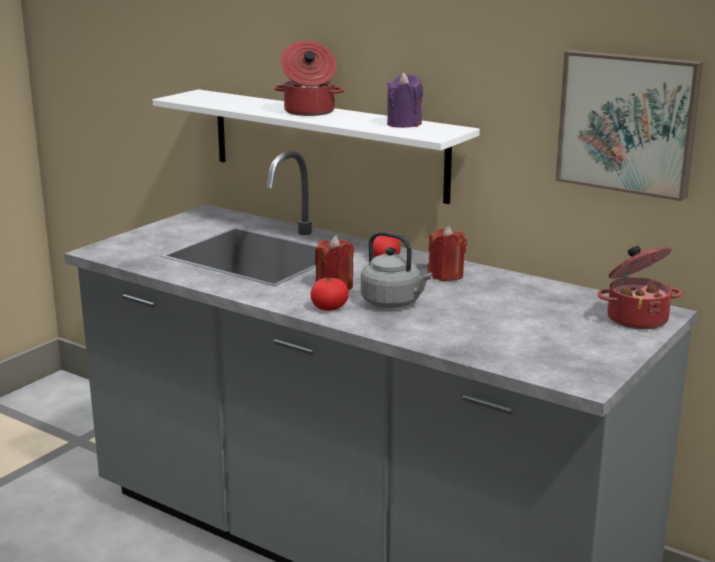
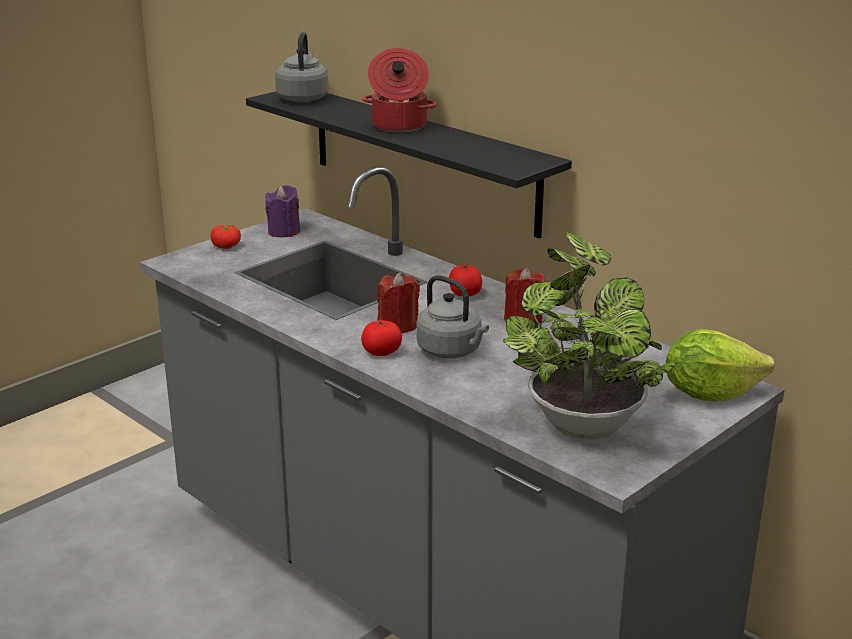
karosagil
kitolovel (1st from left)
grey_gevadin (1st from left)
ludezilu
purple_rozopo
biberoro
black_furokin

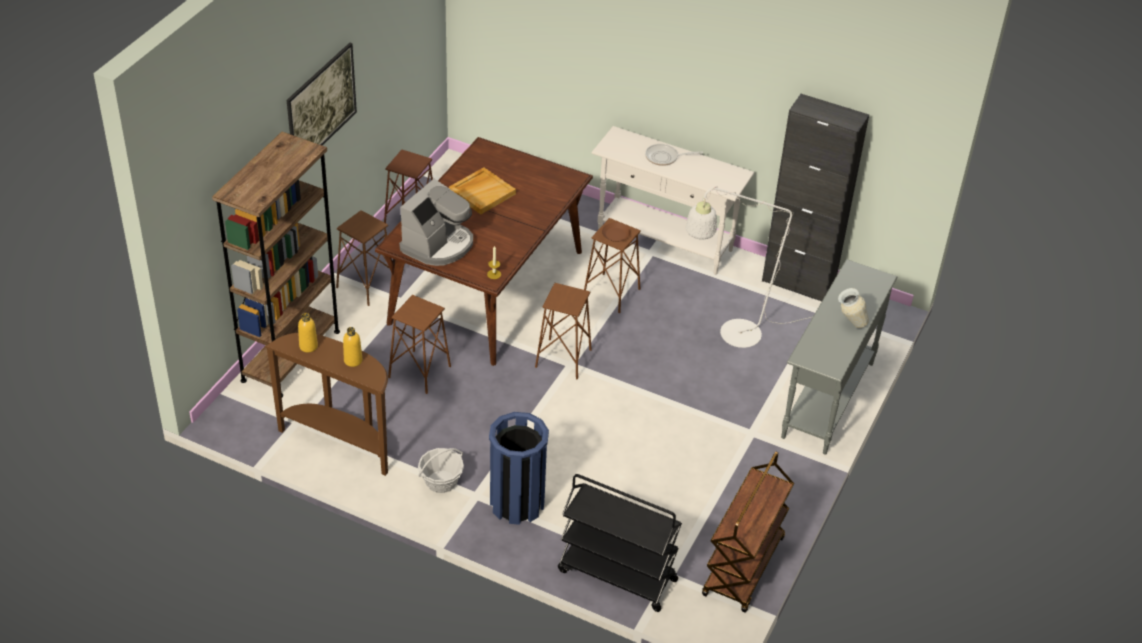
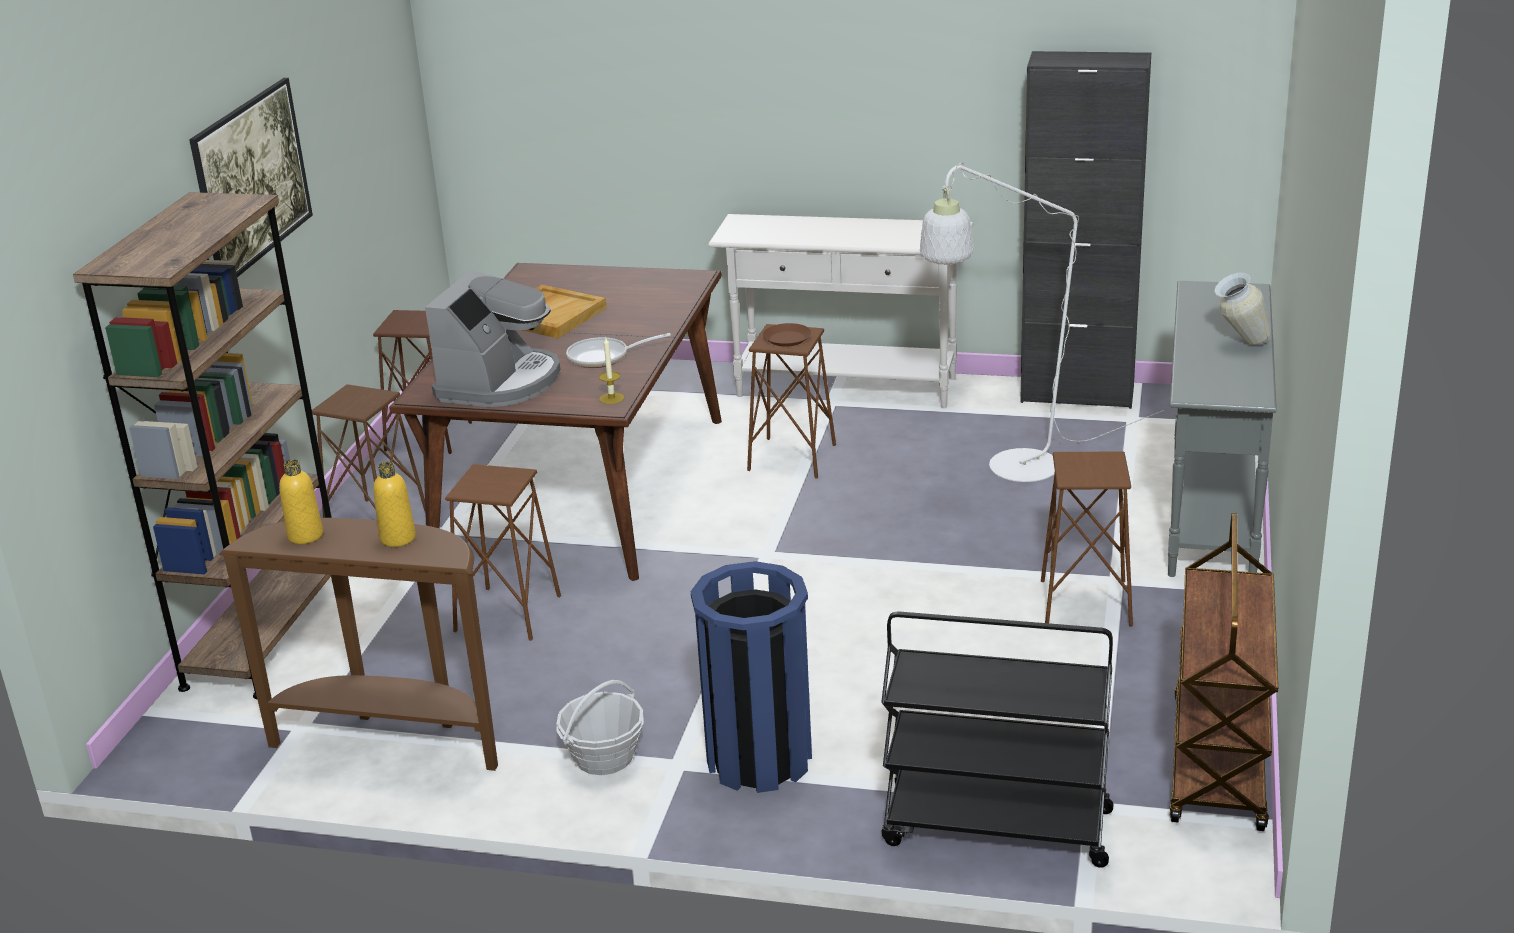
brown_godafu (5th from left)
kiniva

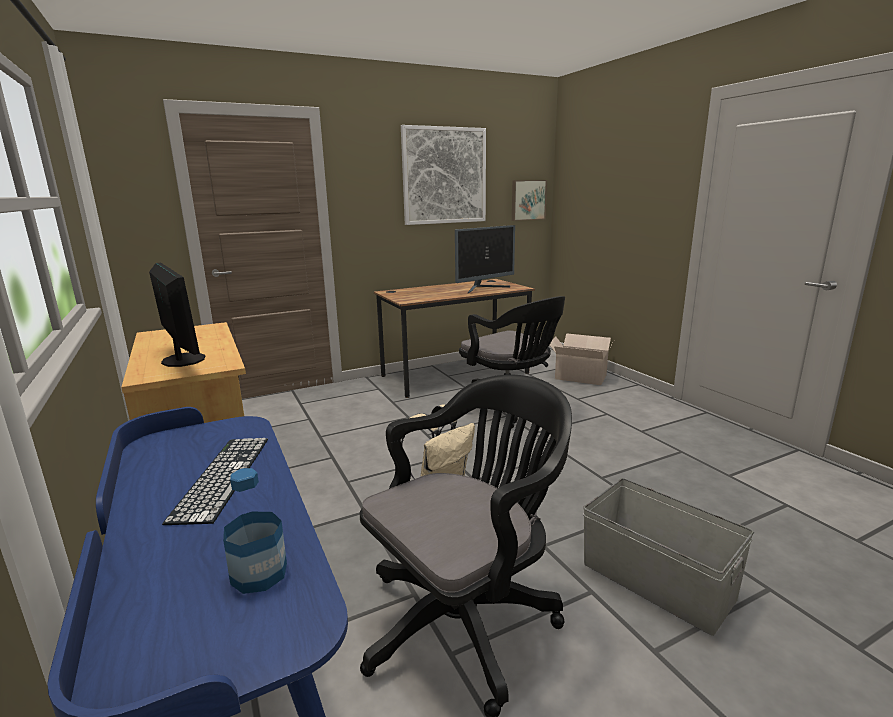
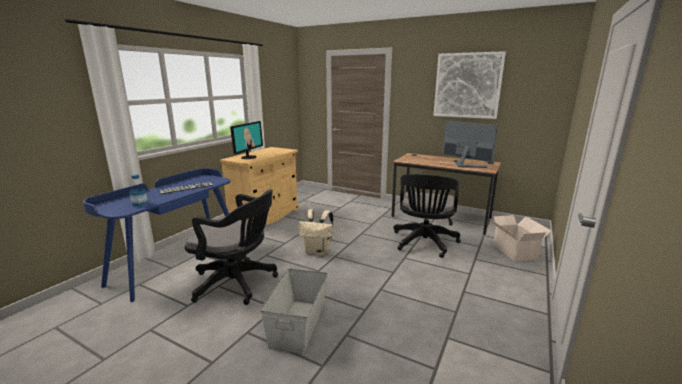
karosagil (2nd from left in the first image)
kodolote (2nd from left)

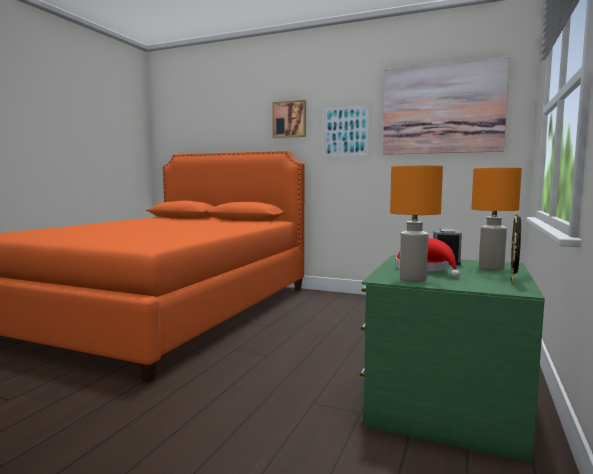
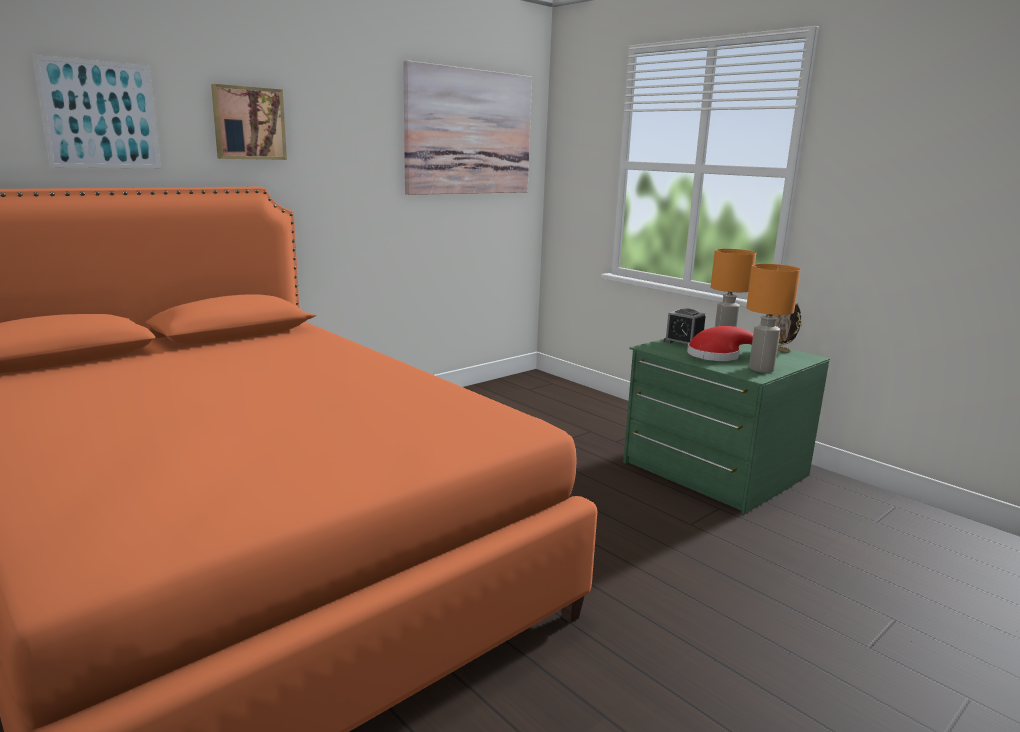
karosagil (1st from left)

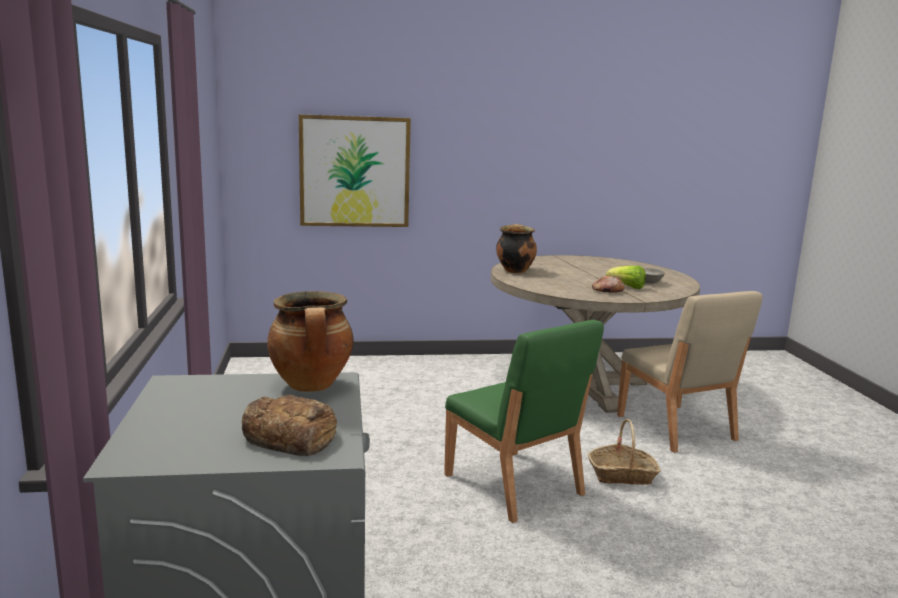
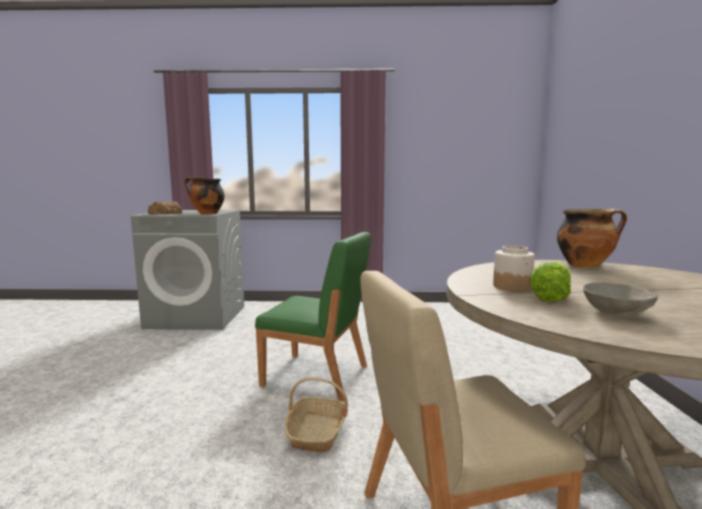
karosagil
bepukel
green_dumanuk

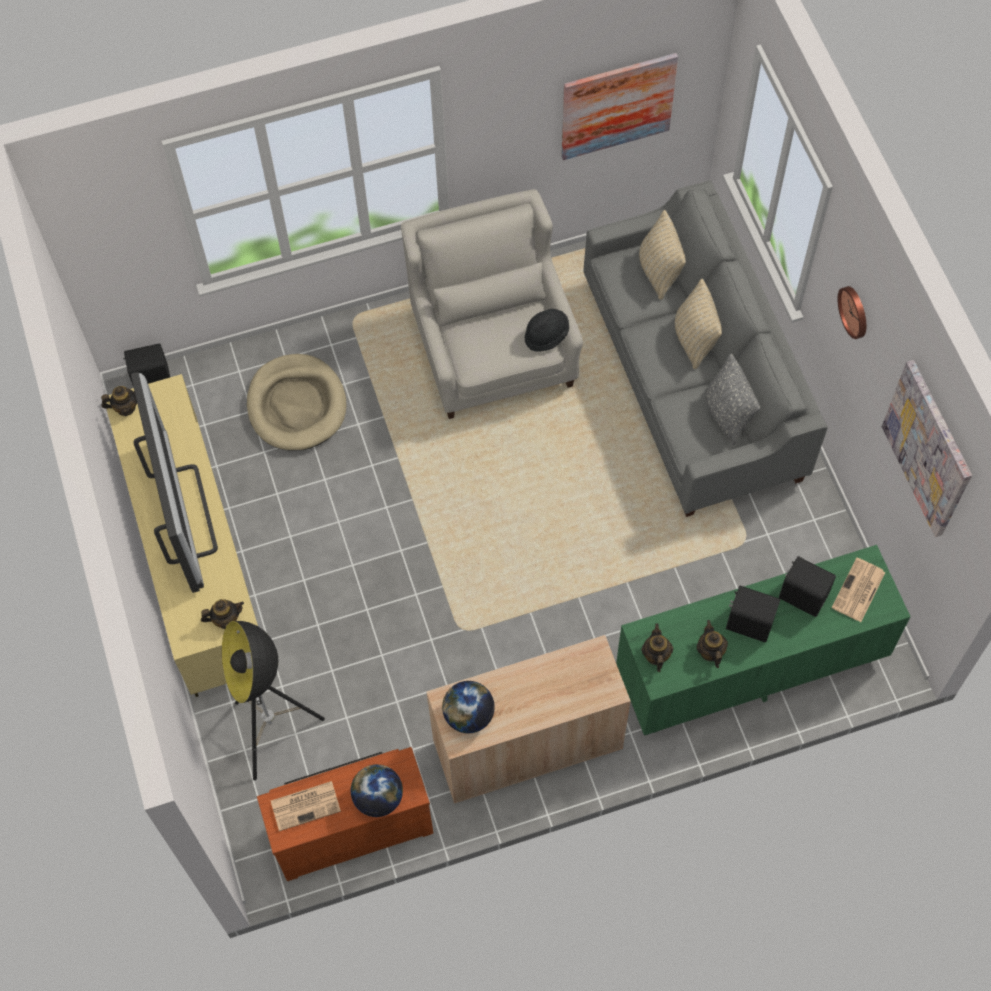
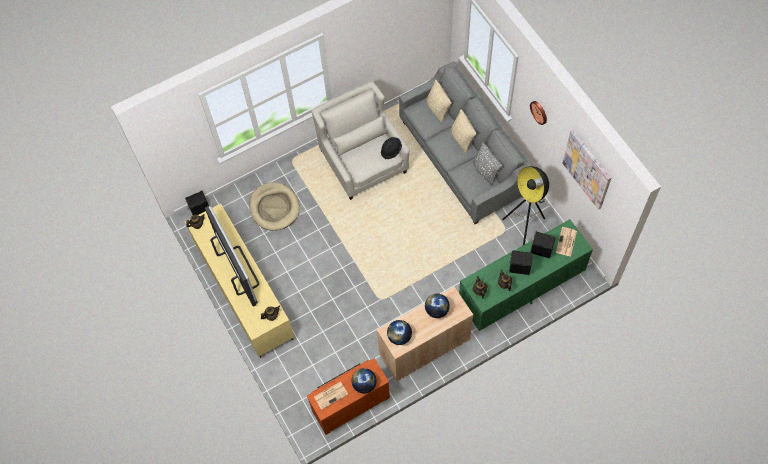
karosagil (1st from left in the first image)
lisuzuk (3rd from left)
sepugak

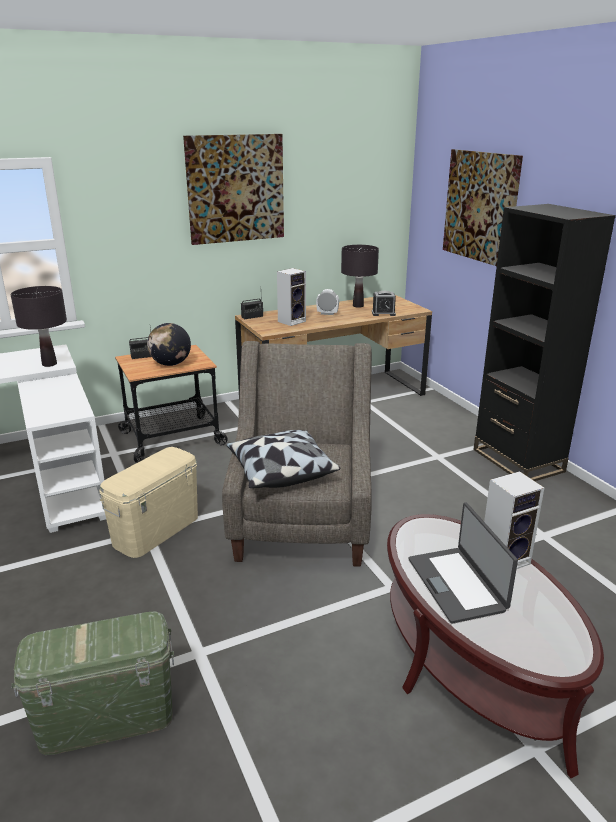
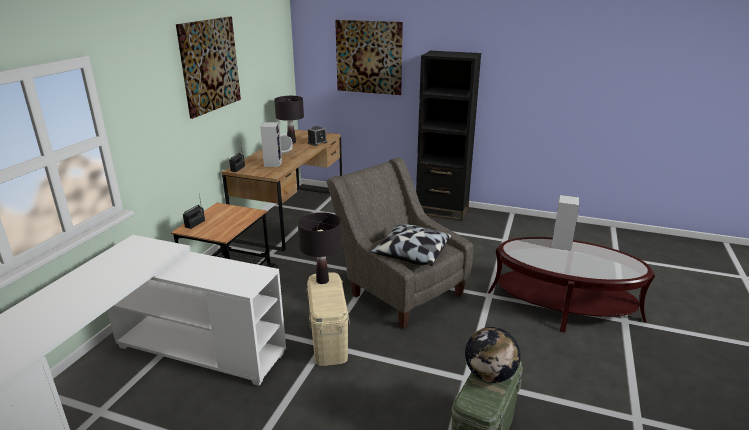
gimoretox
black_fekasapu (2nd from left)
lisuzuk

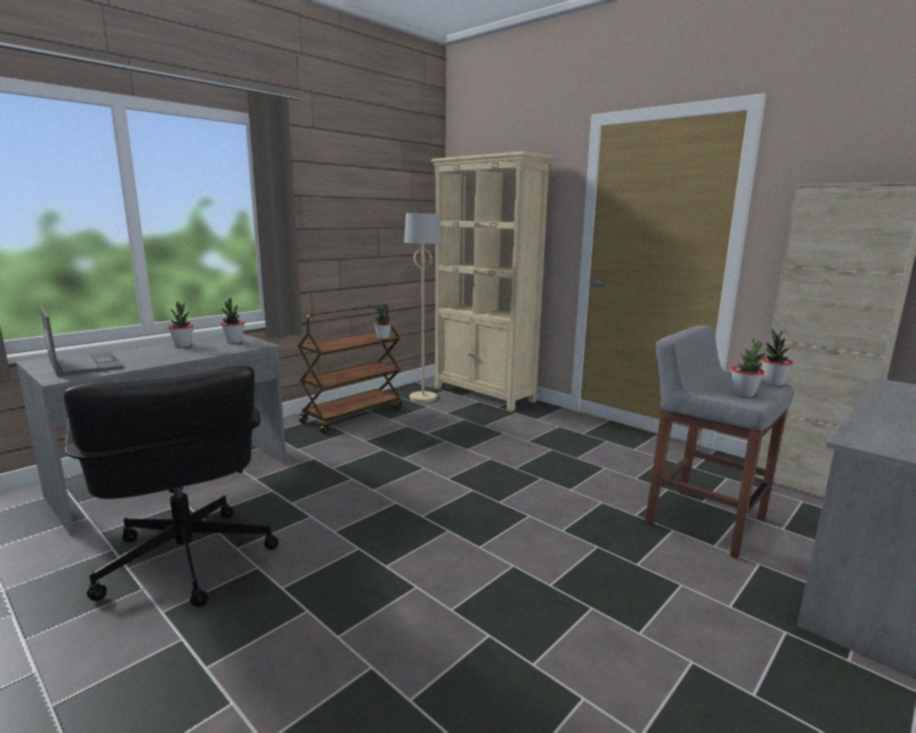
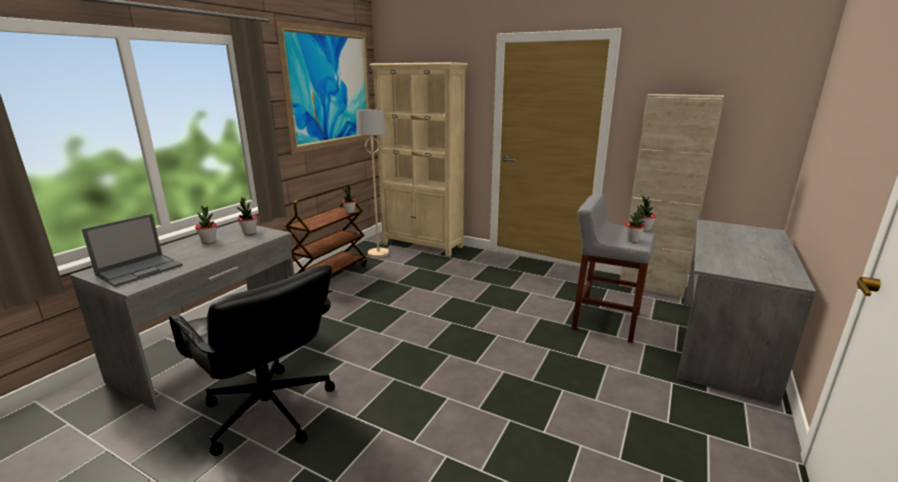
karosagil
gimoretox

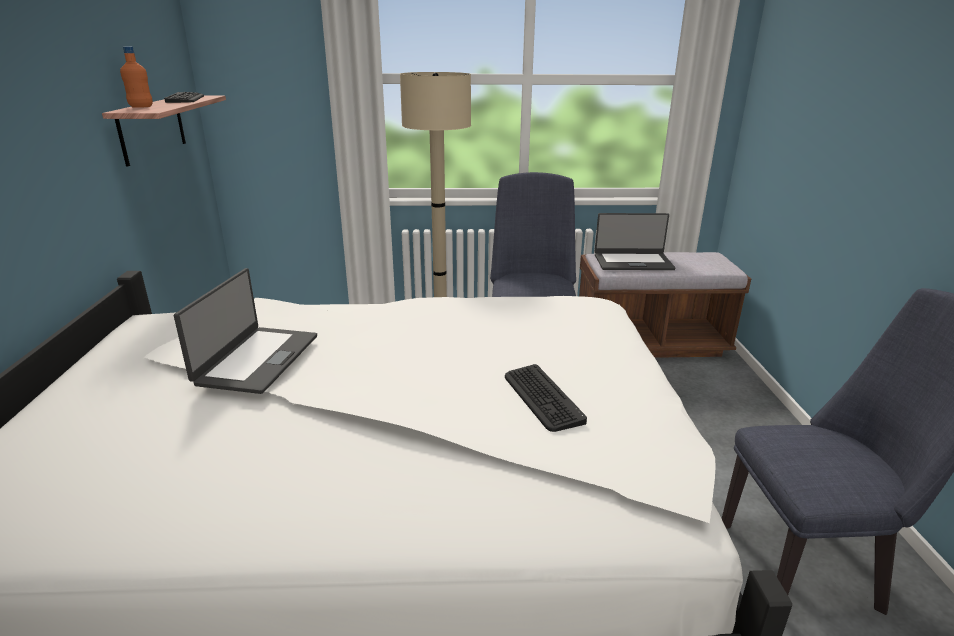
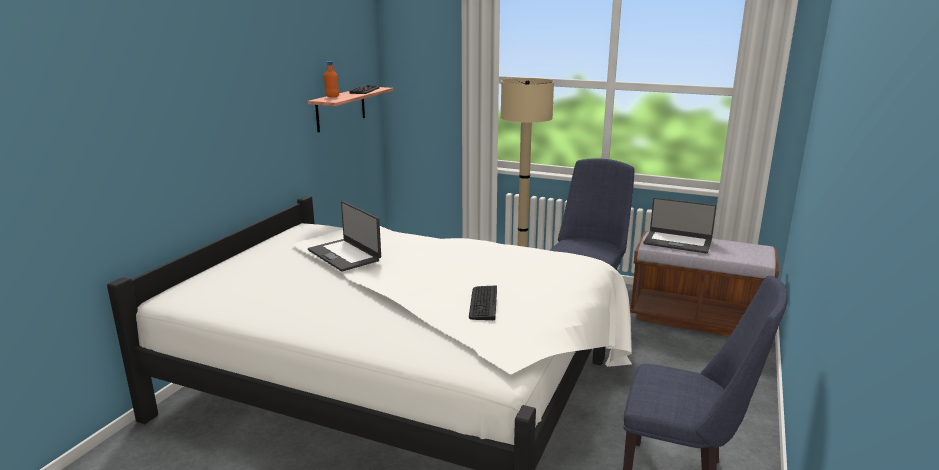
gimoretox (1st from left)

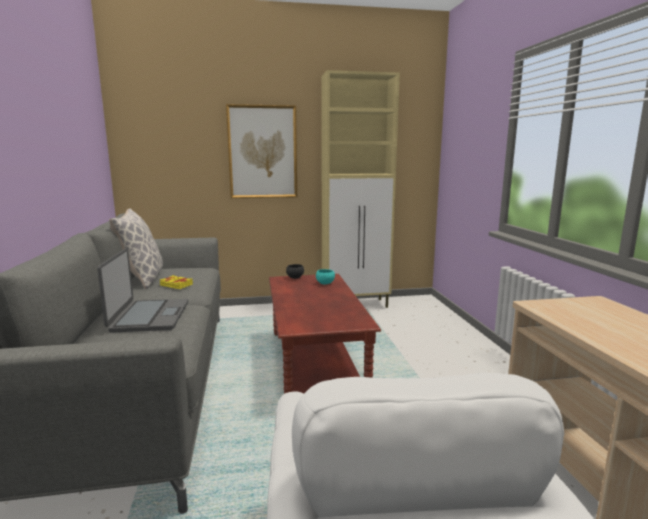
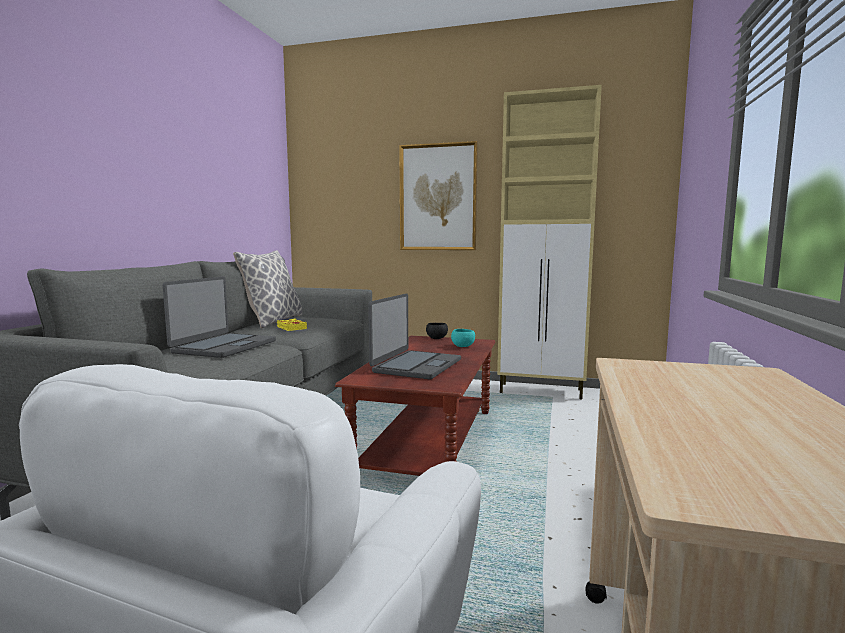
gimoretox (2nd from left)

